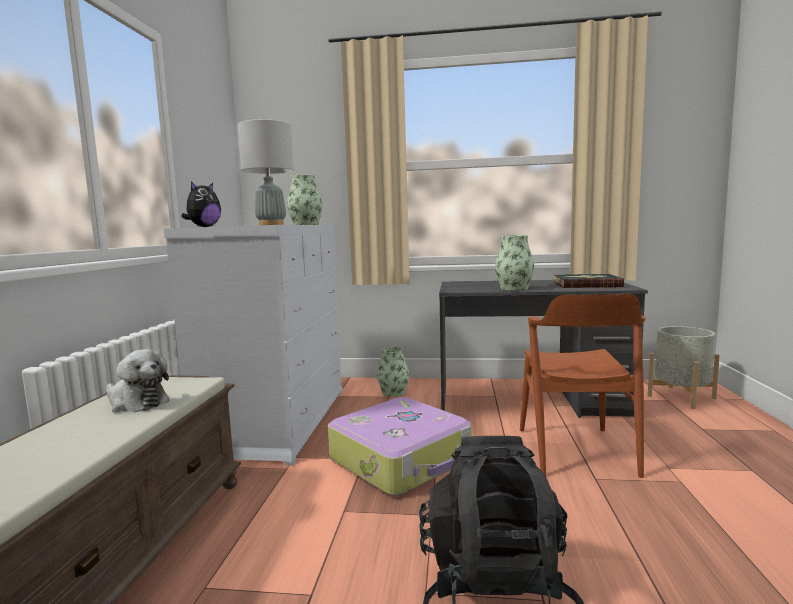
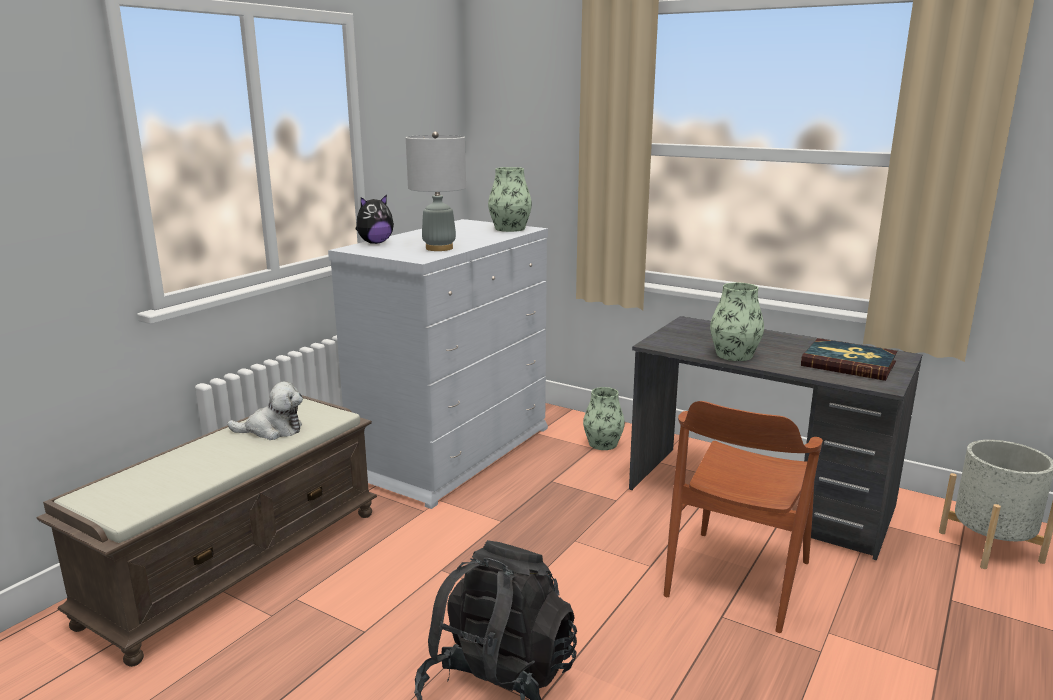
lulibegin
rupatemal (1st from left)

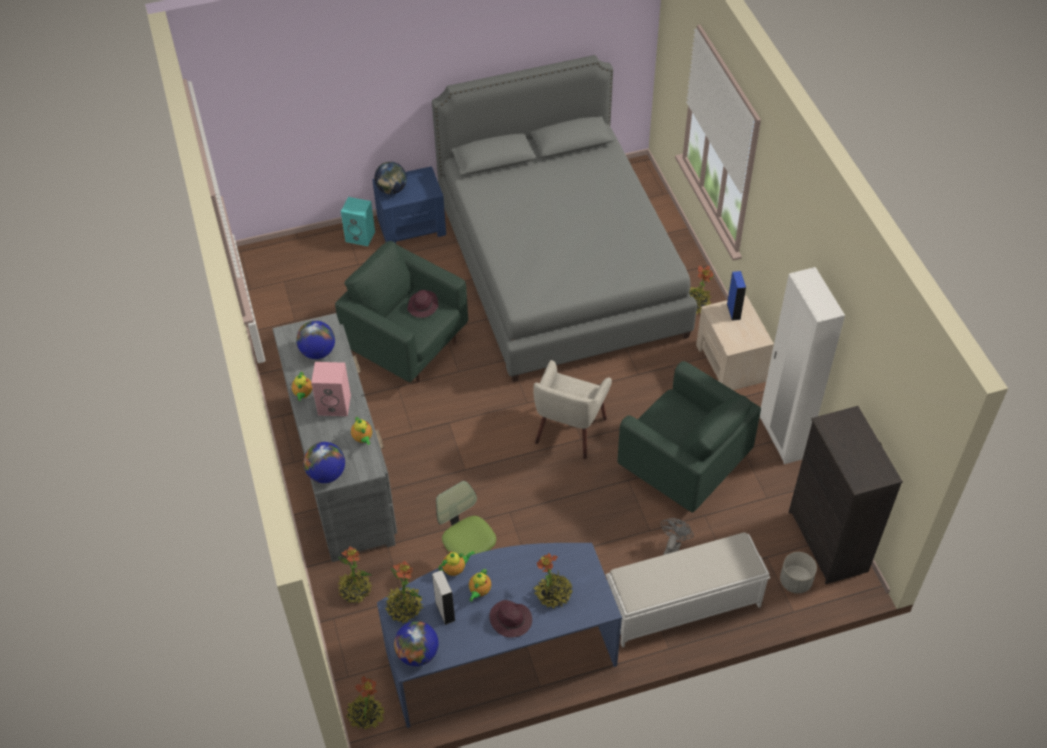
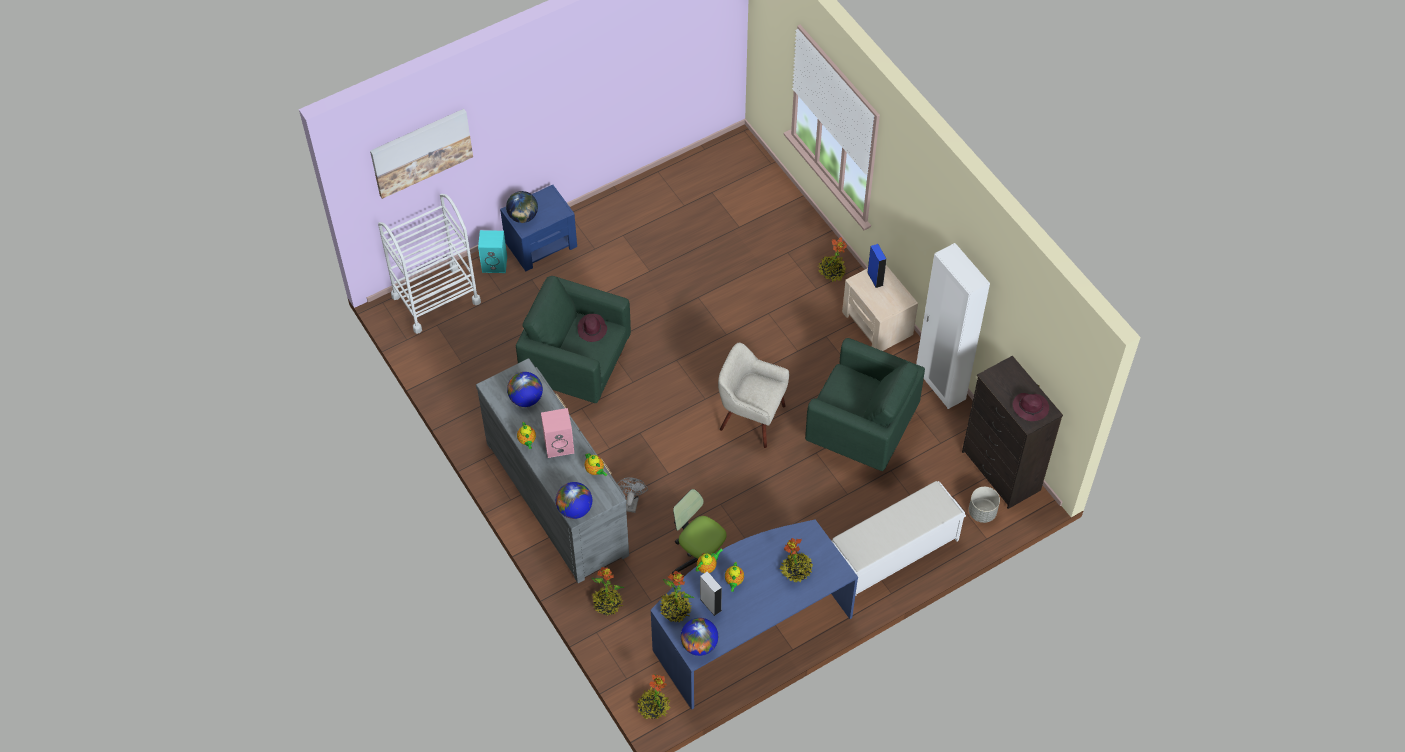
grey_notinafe
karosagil
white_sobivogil
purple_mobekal (2nd from left)
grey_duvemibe
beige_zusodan

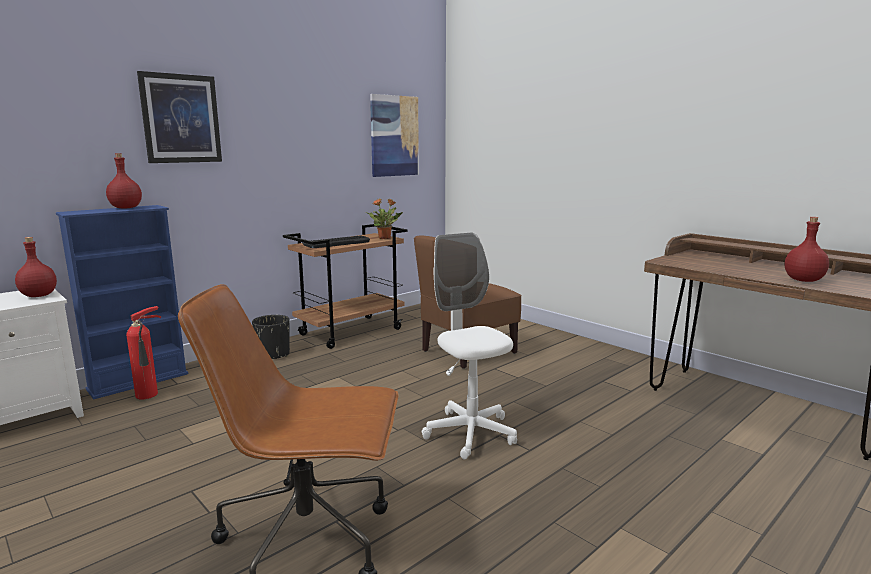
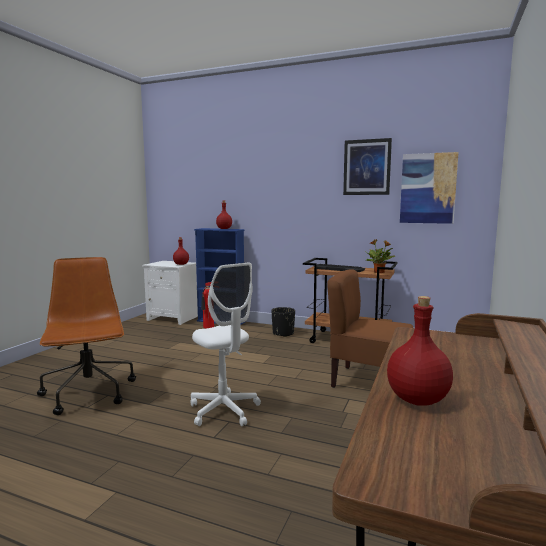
karosagil (1st from left)
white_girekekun

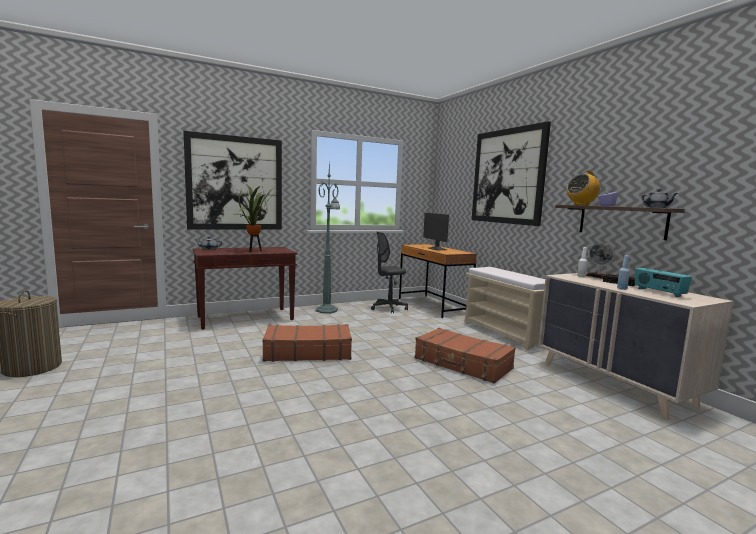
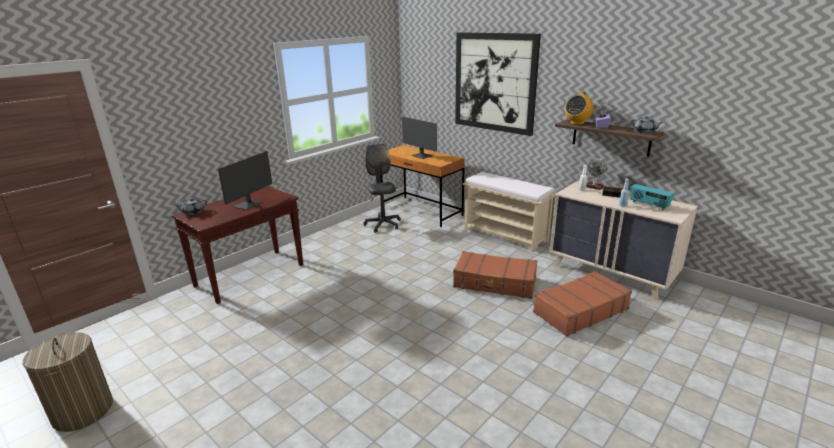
karosagil (1st from left in the first image)
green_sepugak
brown_lulibegin (2nd from left)
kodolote (1st from left)
grey_girekekun

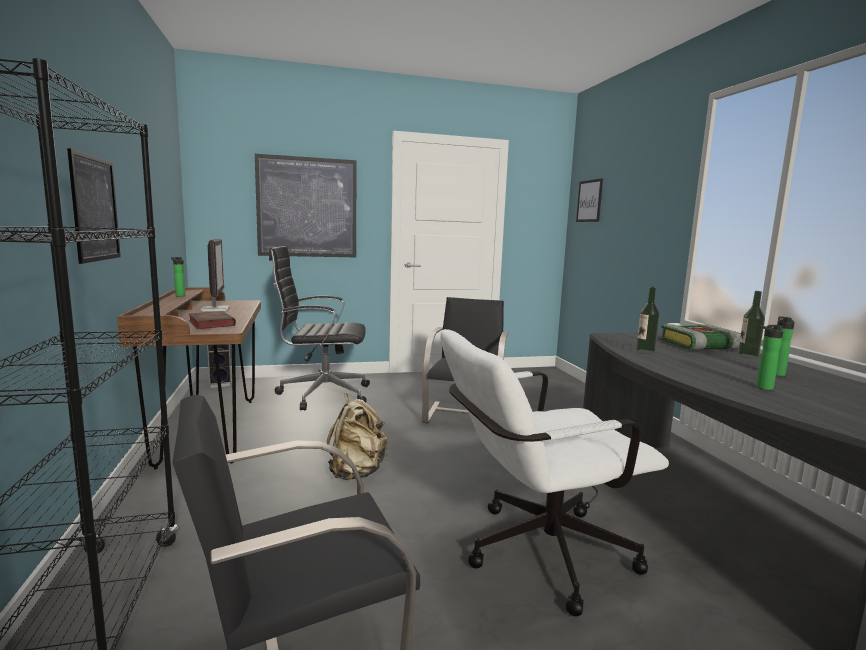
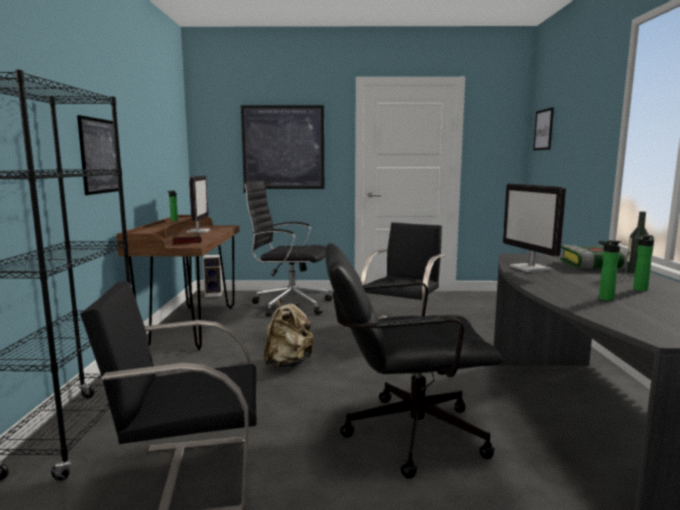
kodolote (2nd from left)
black_girekekun (2nd from left)

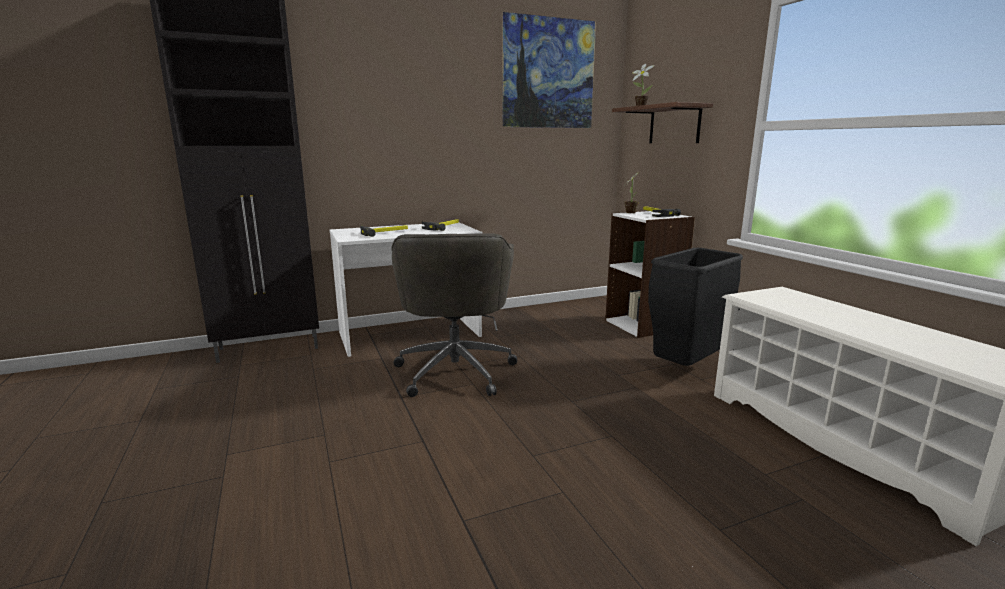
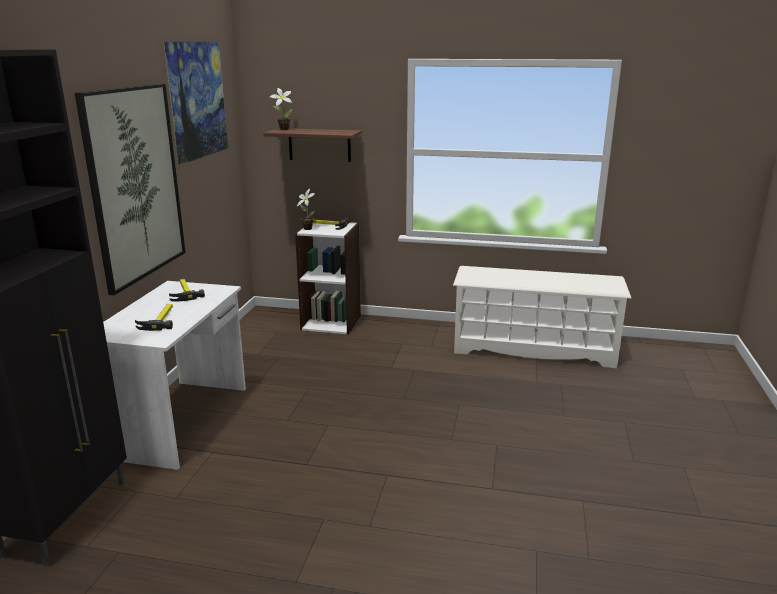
grey_girekekun
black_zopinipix
karosagil (1st from left)

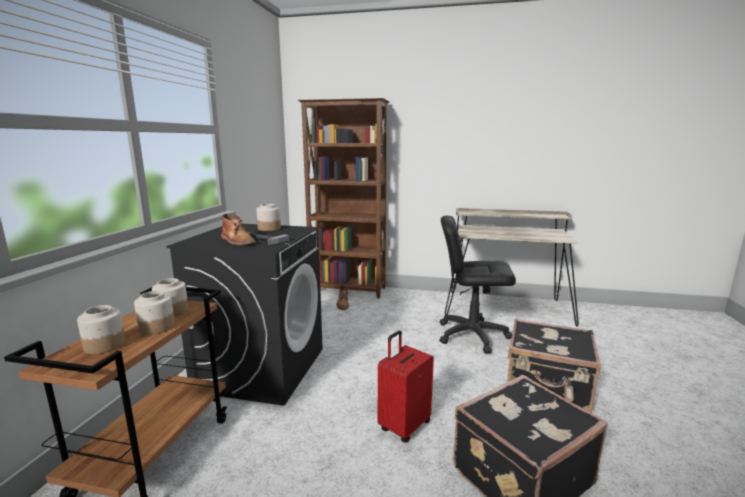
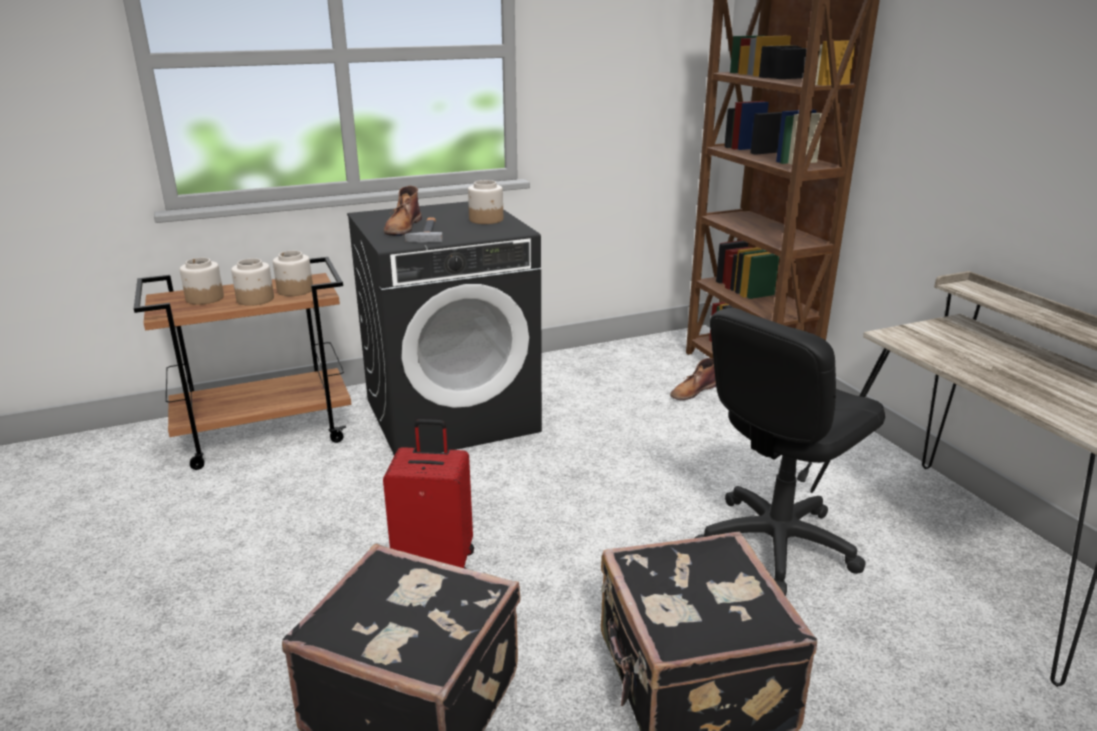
black_girekekun

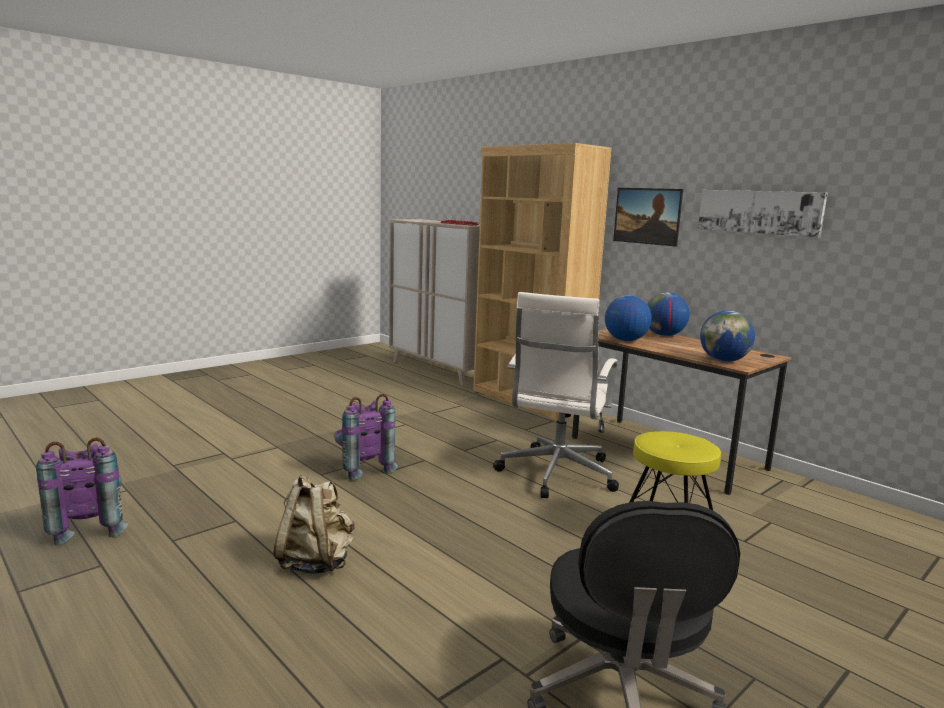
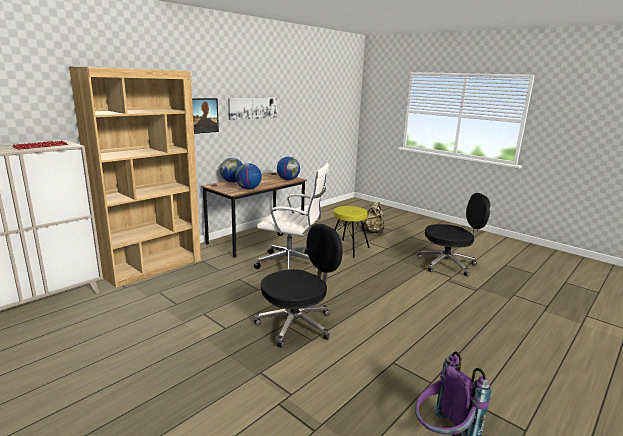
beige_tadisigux
black_girekekun (1st from left)

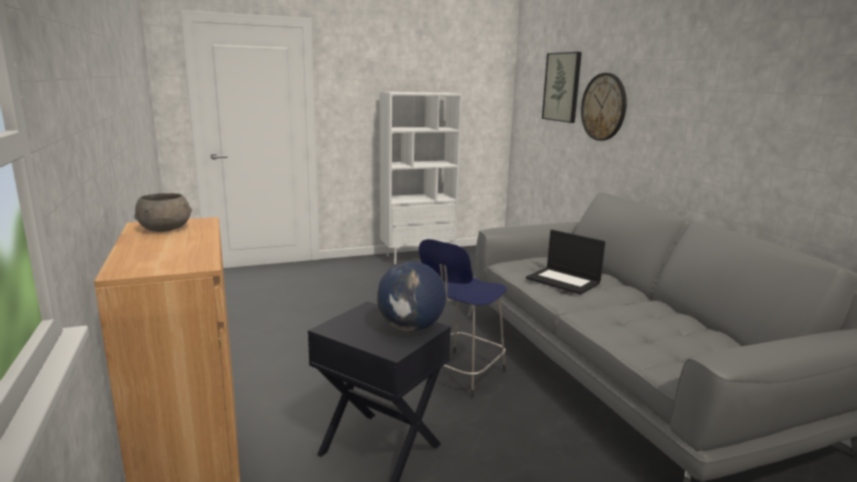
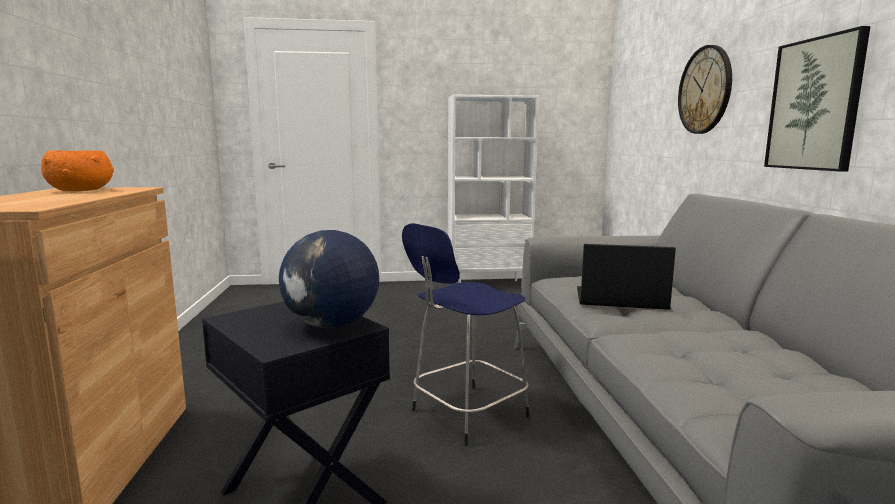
karosagil
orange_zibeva
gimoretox

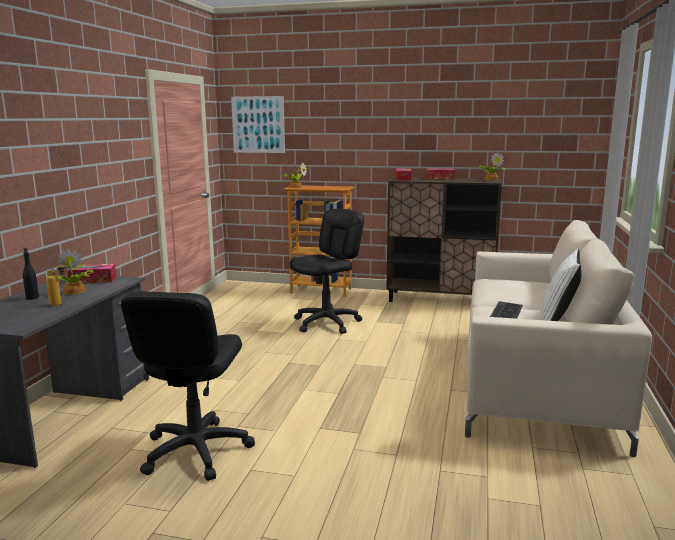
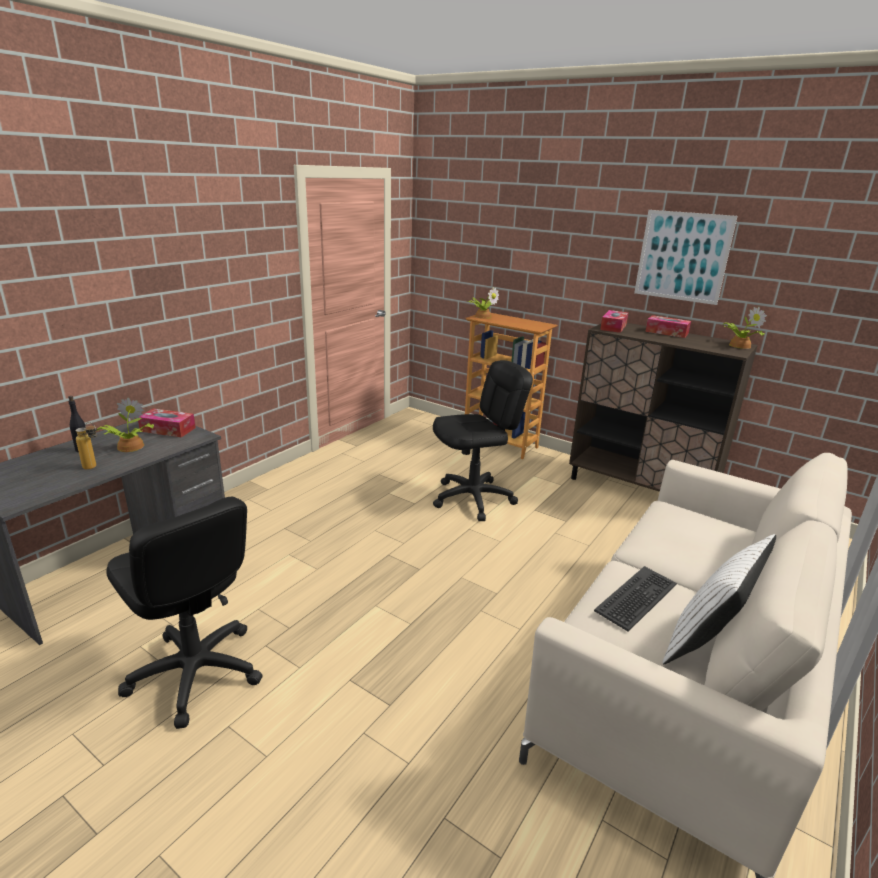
karosagil
black_girekekun (1st from left)

